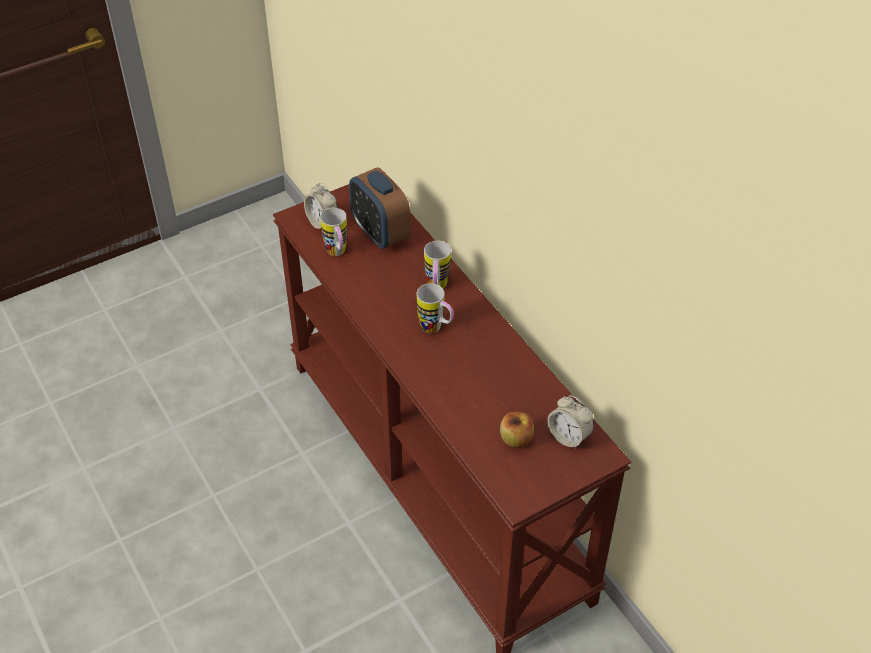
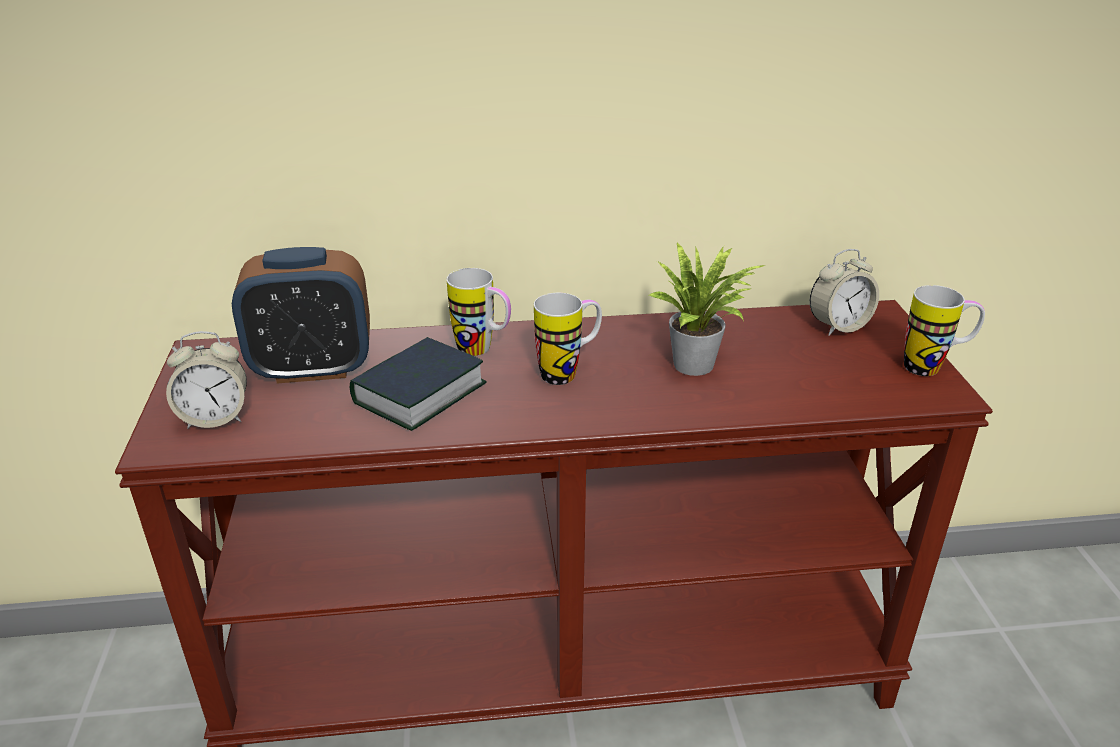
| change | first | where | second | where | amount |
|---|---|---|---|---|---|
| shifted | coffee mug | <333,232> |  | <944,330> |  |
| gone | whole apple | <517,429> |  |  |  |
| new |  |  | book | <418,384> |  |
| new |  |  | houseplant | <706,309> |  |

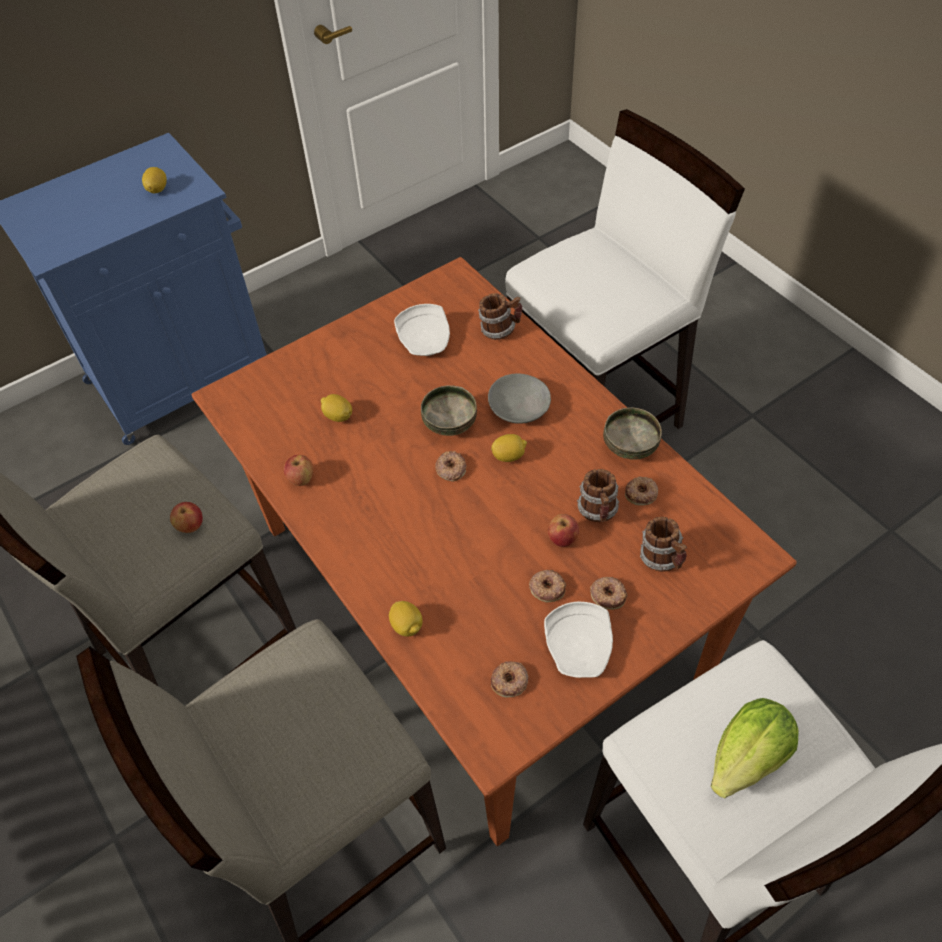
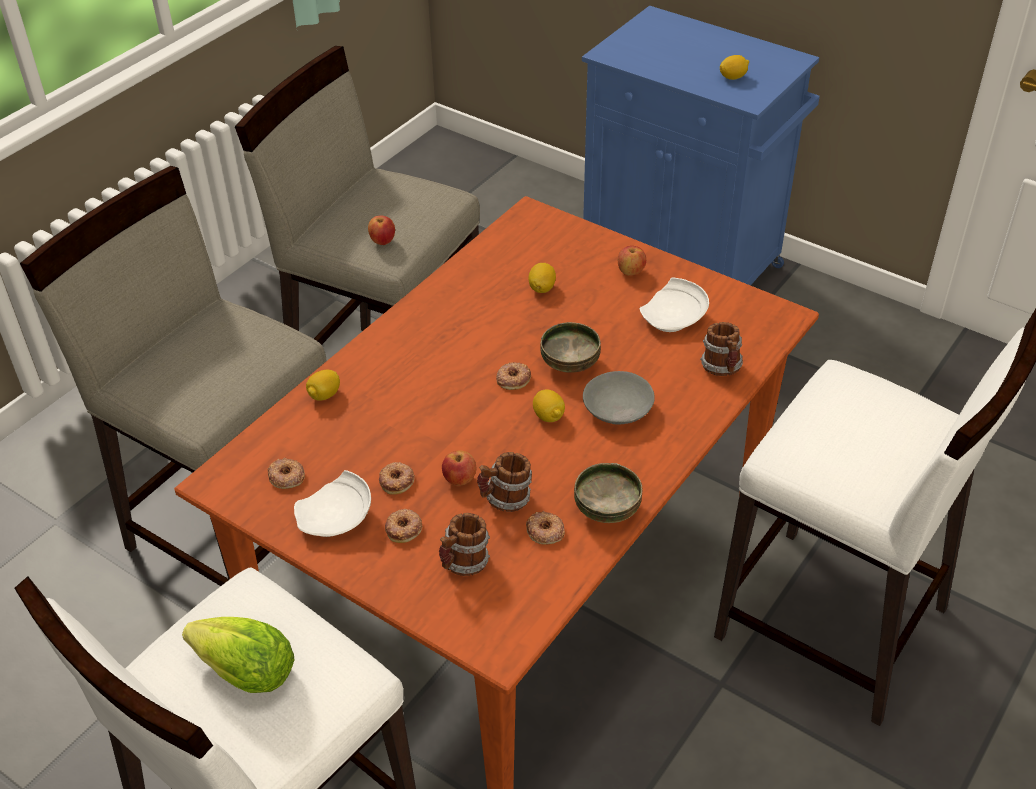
| change | first | where | second | where | amount |
|---|---|---|---|---|---|
| shifted | whole apple | <298,470> |  | <632,261> |  |

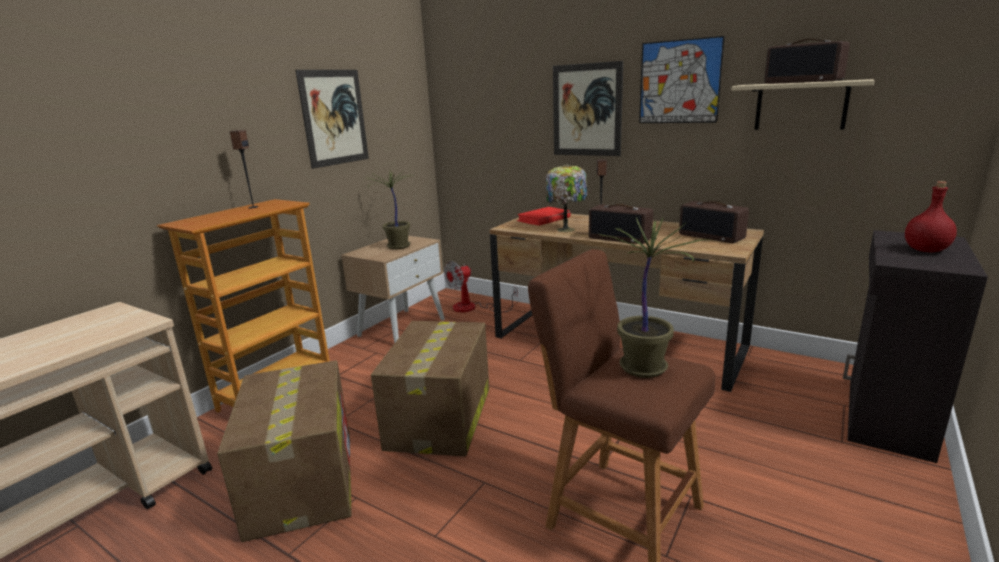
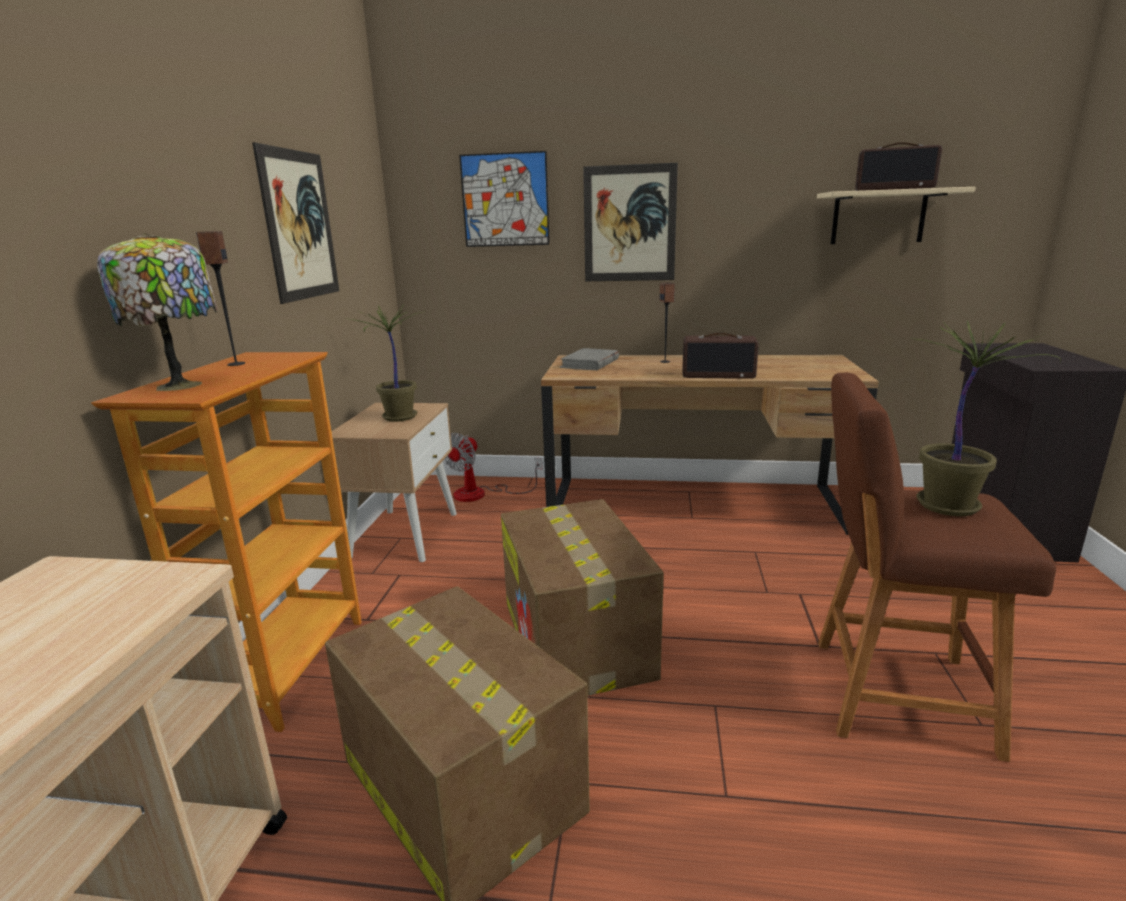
| change | first | where | second | where | amount |
|---|---|---|---|---|---|
| repainted | red book | <544,216> | grey book | <589,359> |  |
| shifted | lamp for a table | <566,198> |  | <157,312> |  |
| shifted | wall picture | <682,79> |  | <504,199> |  |
| gone | radio receiver | <714,222> |  |  |  |
| gone | red beverage bottle | <931,217> |  |  |  |

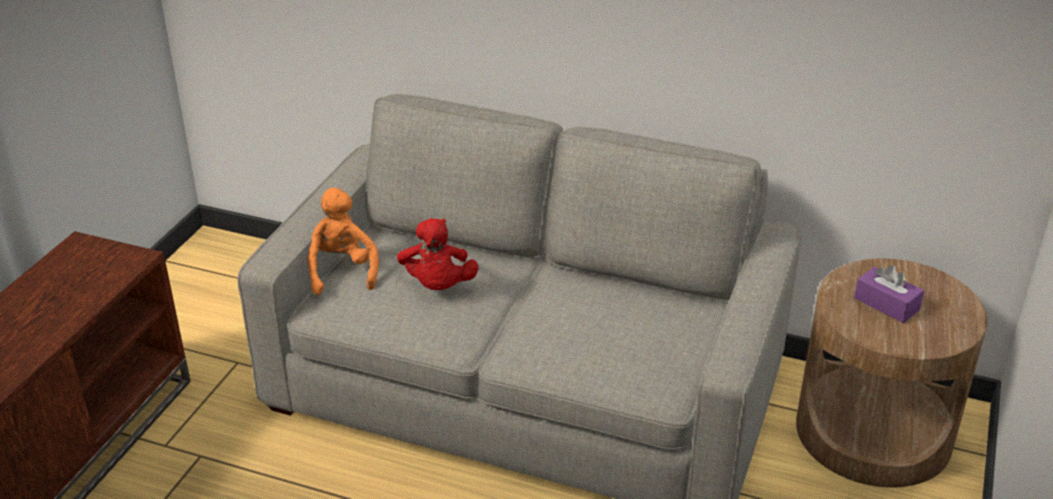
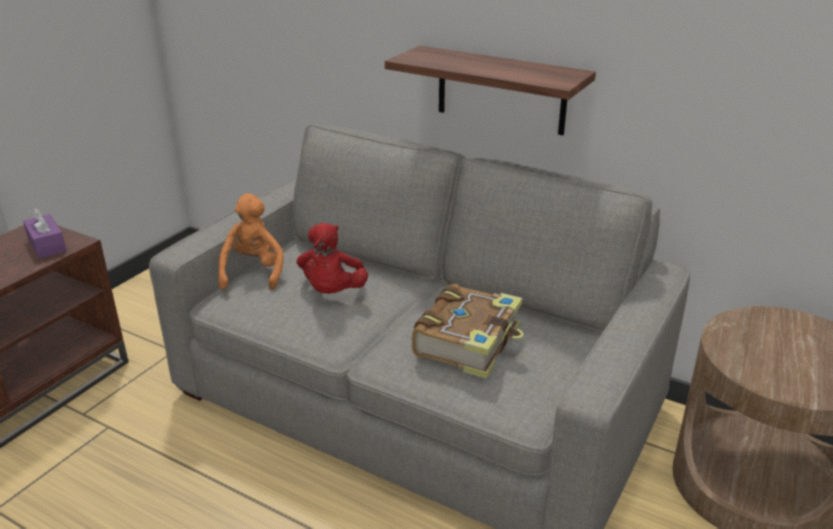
| change | first | where | second | where | amount |
|---|---|---|---|---|---|
| shifted | purple-coloured box of tissues | <889,294> |  | <45,233> |  |
| new |  |  | shelf | <490,90> |  |
| new |  |  | book | <468,331> |  |

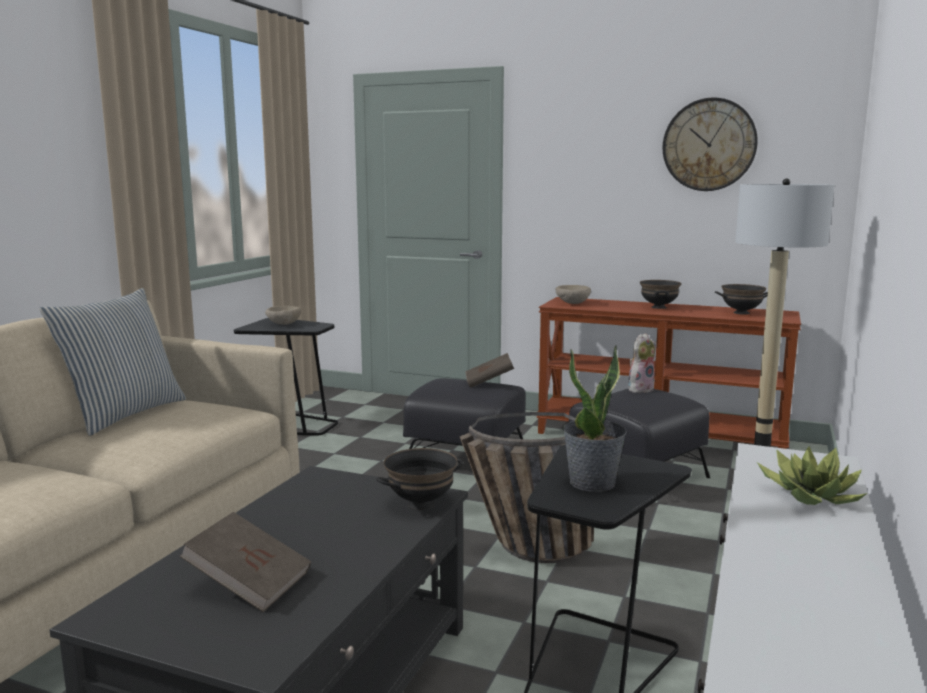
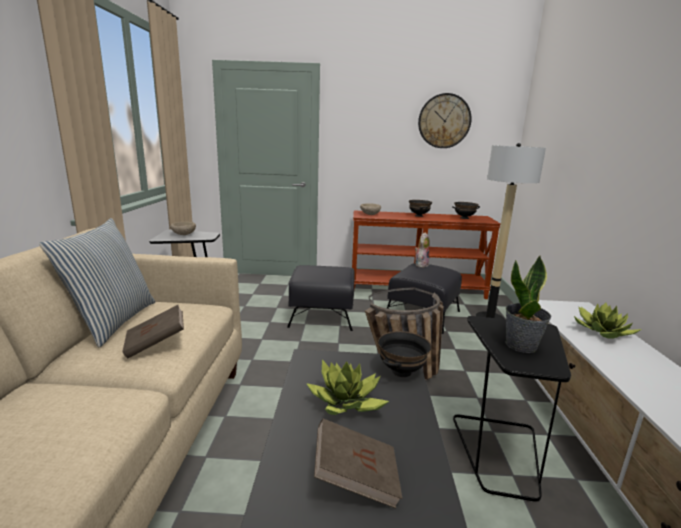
| change | first | where | second | where | amount |
|---|---|---|---|---|---|
| shifted | brown-coloured book | <489,370> |  | <153,331> |  |
| new |  |  | houseplant | <347,387> |  |

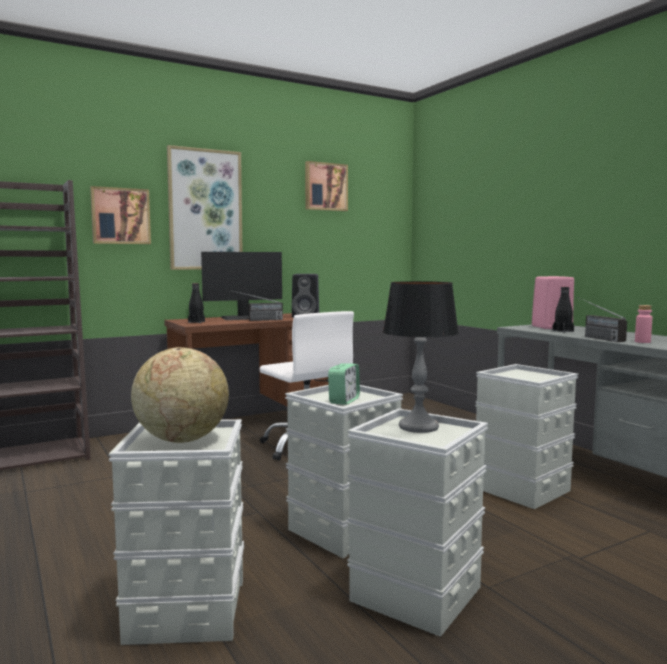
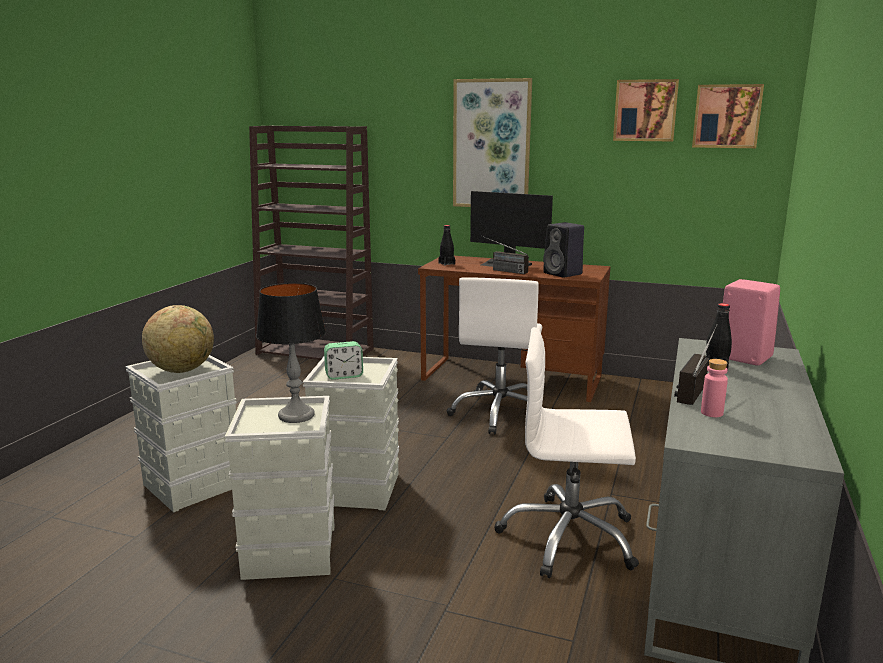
| change | first | where | second | where | amount |
|---|---|---|---|---|---|
| shifted | wall picture | <120,215> |  | <728,116> |  |
| swapped | grey storage bin | <526,436> | white computer chair | <566,452> |  |

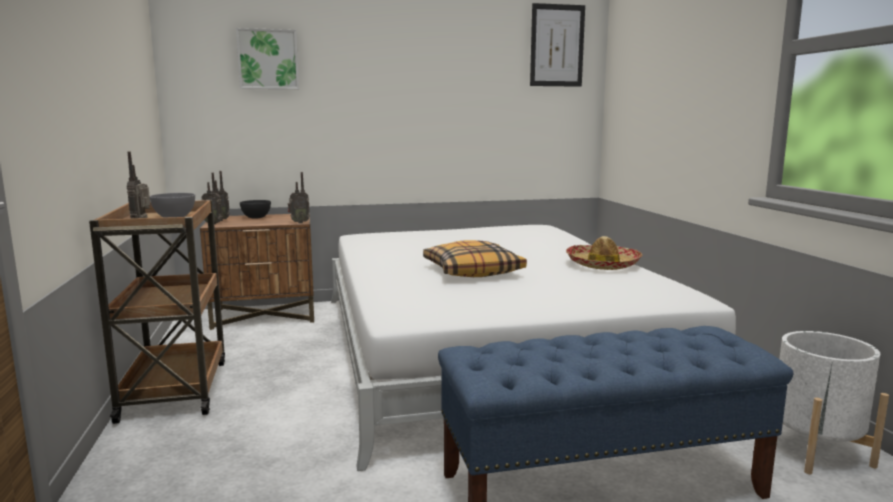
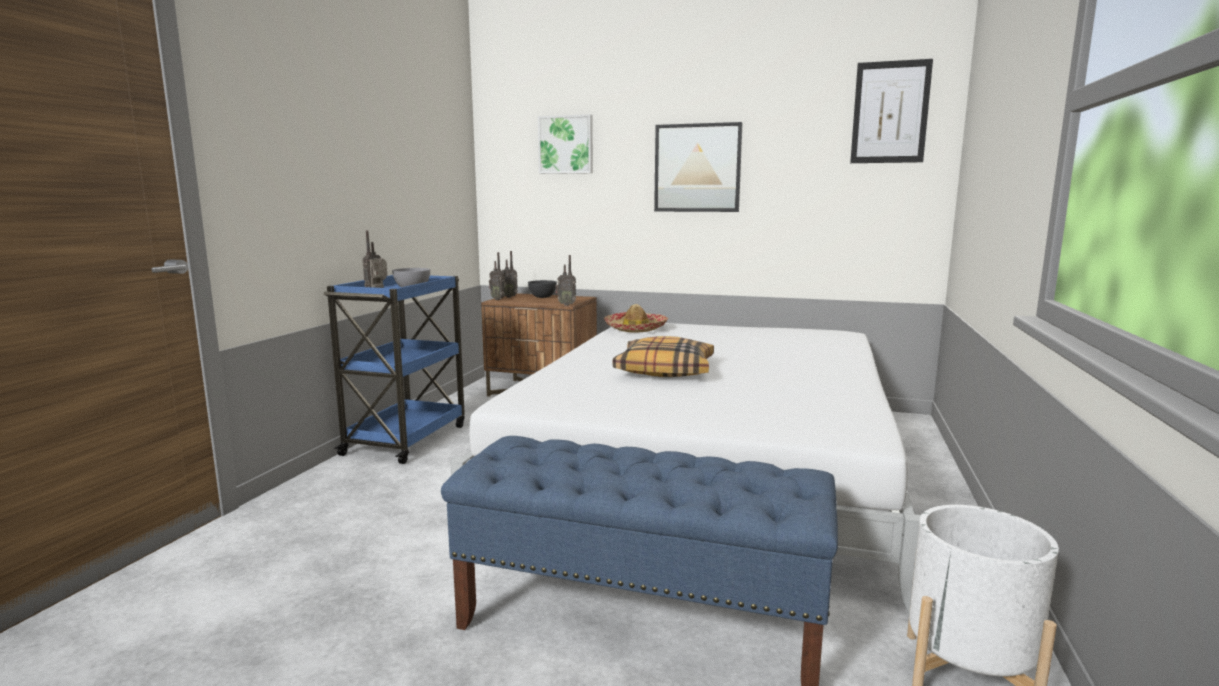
| change | first | where | second | where | amount |
|---|---|---|---|---|---|
| repainted | brown-coloured trolley | <157,312> | blue trolley | <394,369> |  |
| shifted | hat | <604,253> |  | <636,318> |  |
| new |  |  | wall picture | <698,167> |  |

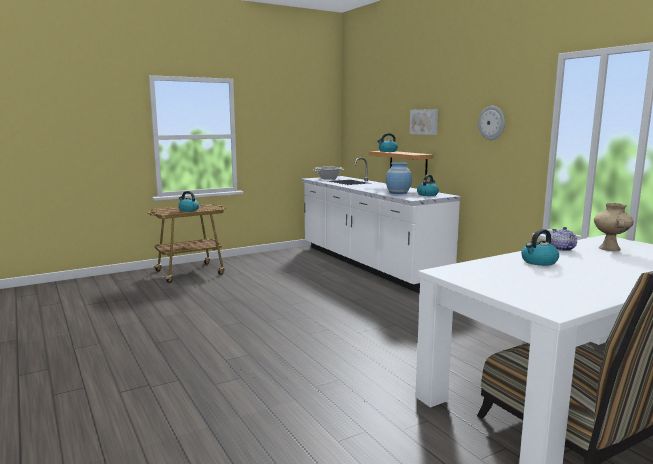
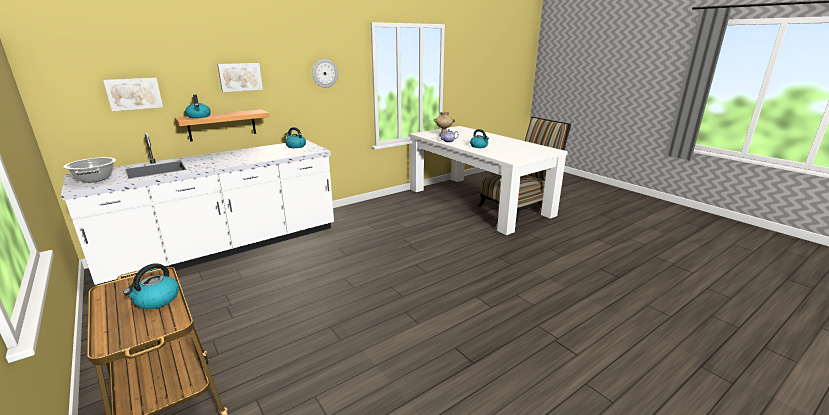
| change | first | where | second | where | amount |
|---|---|---|---|---|---|
| gone | blue flower vase | <399,178> |  |  |  |
| new |  |  | wall picture | <133,94> |  |

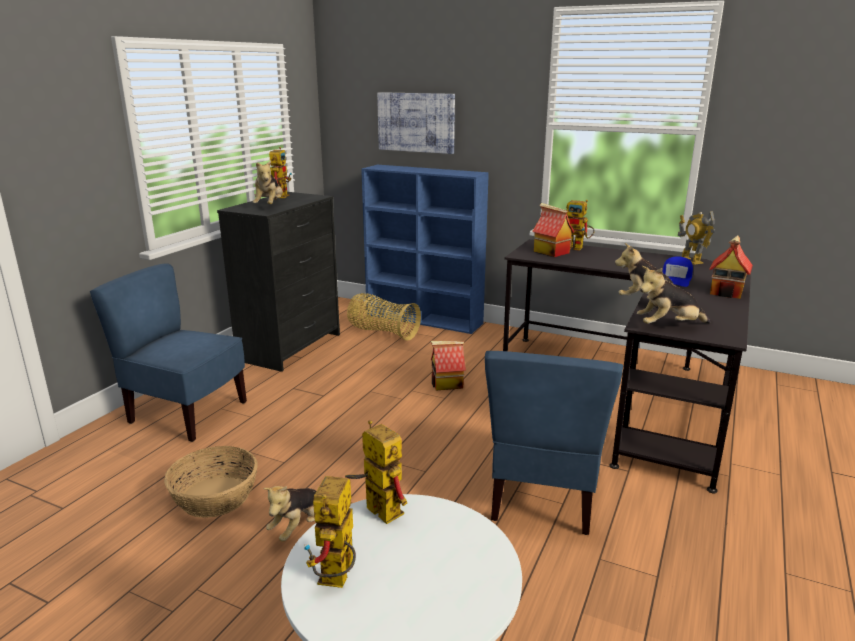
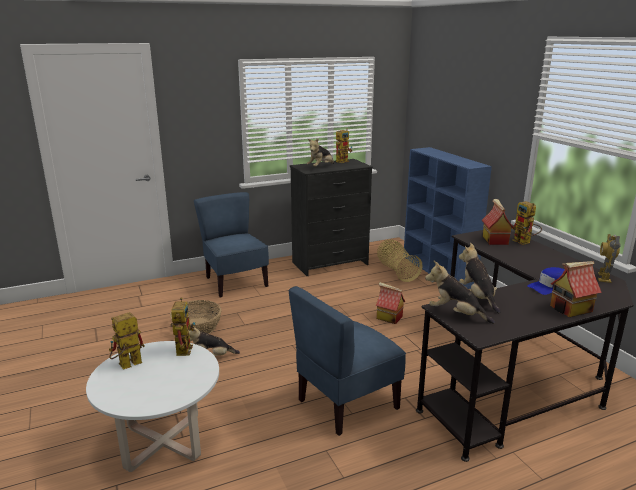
| change | first | where | second | where | amount |
|---|---|---|---|---|---|
| gone | wall picture | <416,123> |  |  |  |

